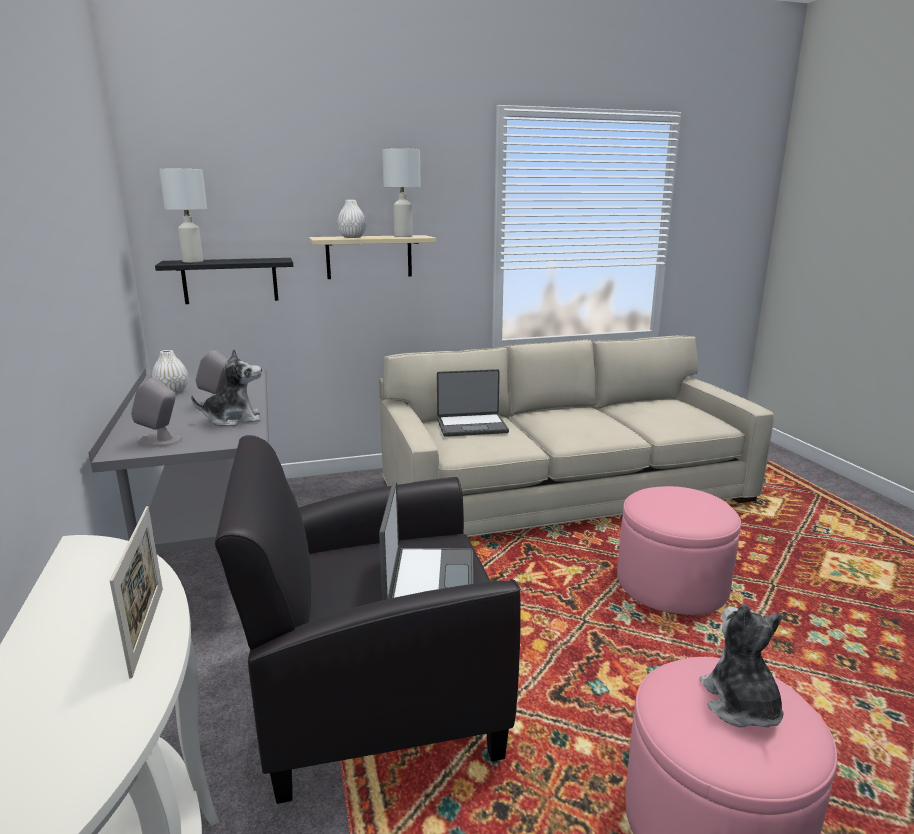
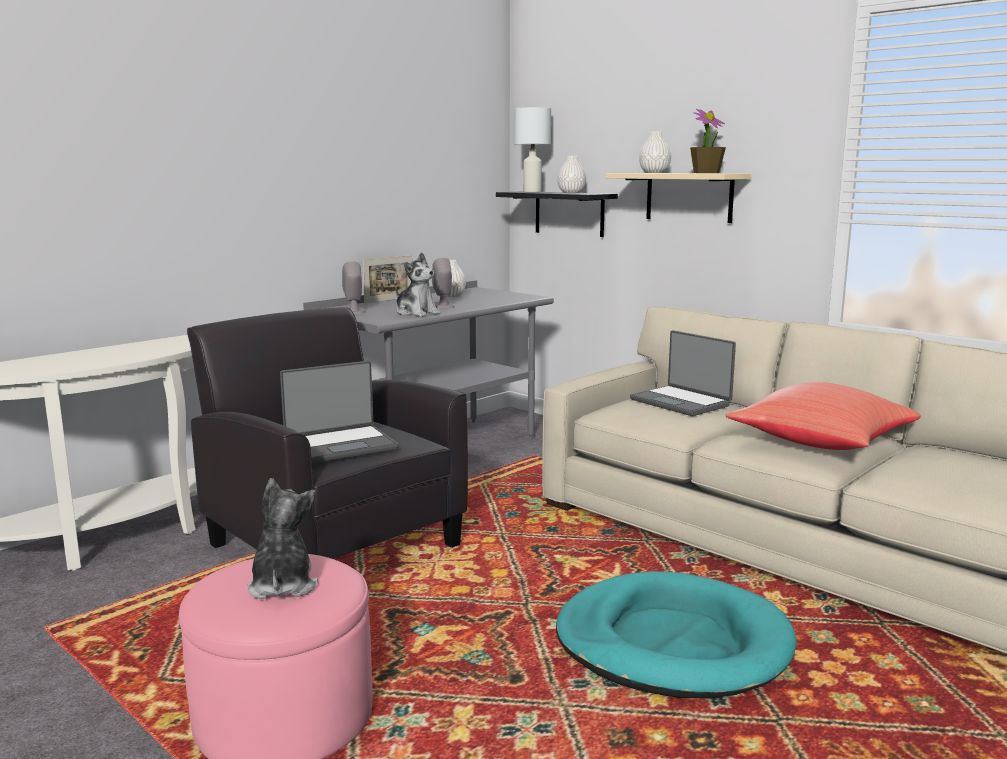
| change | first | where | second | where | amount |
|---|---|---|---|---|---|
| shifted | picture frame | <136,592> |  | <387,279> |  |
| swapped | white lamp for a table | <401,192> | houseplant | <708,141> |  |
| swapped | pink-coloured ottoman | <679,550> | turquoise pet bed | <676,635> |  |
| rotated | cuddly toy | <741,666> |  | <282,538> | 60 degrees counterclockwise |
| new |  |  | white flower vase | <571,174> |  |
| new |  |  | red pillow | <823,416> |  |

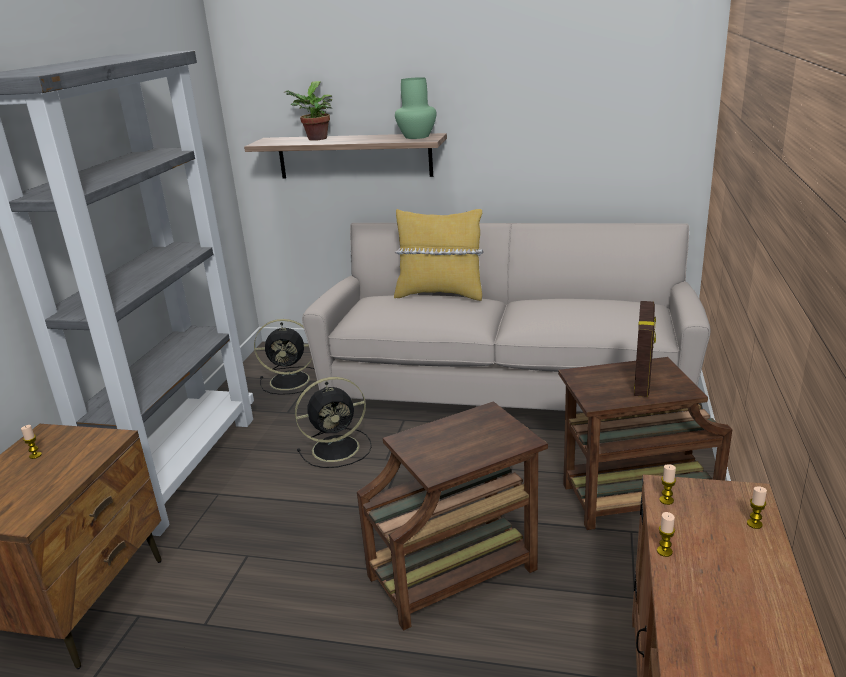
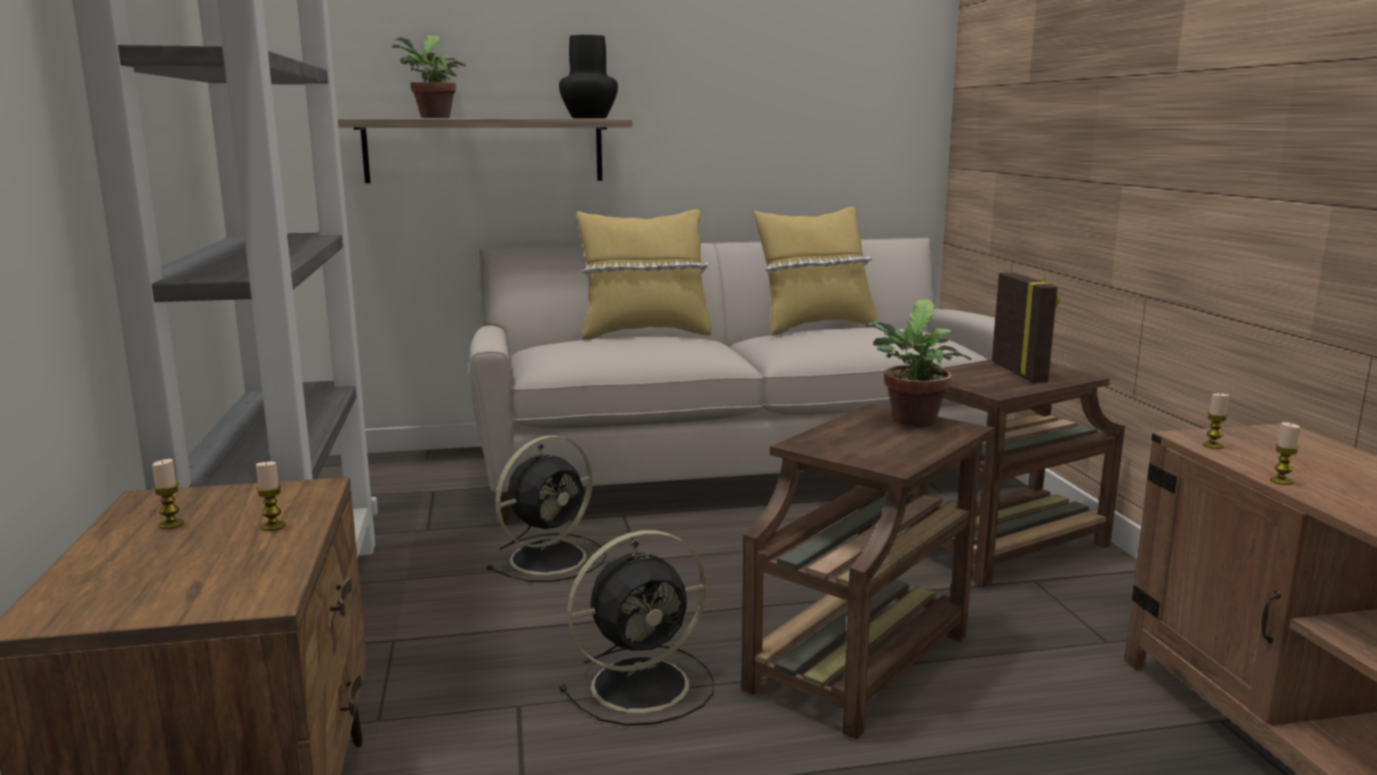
| change | first | where | second | where | amount |
|---|---|---|---|---|---|
| shifted | blackish cooling fan | <284,357> |  | <636,628> |  |
| repainted | green-coloured flower vase | <415,108> | blackish flower vase | <588,76> |  |
| shifted | wax candle | <757,507> |  | <270,496> |  |
| new |  |  | yellow-coloured pillow | <815,271> |  |
| new |  |  | houseplant | <917,363> |  |

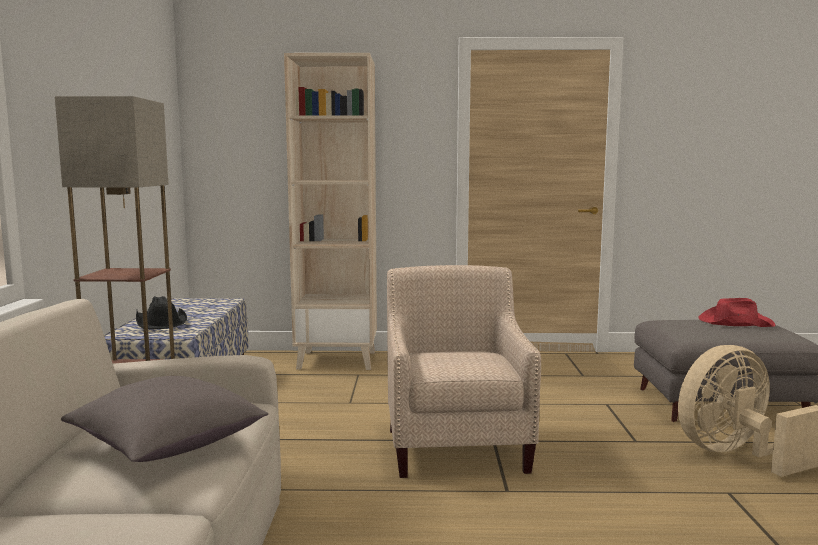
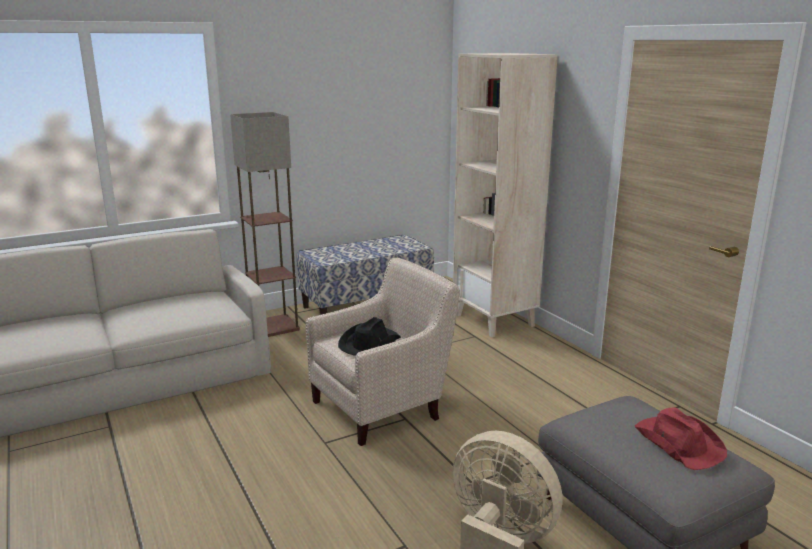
| change | first | where | second | where | amount |
|---|---|---|---|---|---|
| gone | grey pillow | <164,419> |  |  |  |
| shifted | blackish hat | <161,312> |  | <369,336> |  |

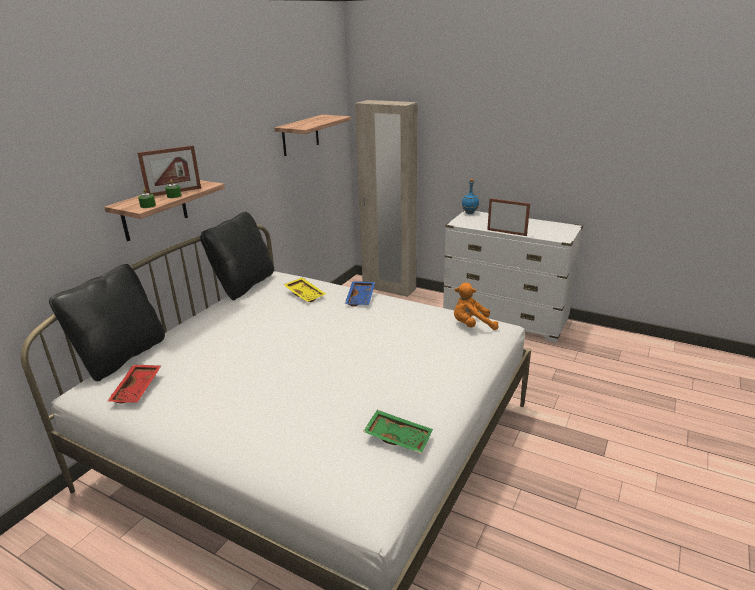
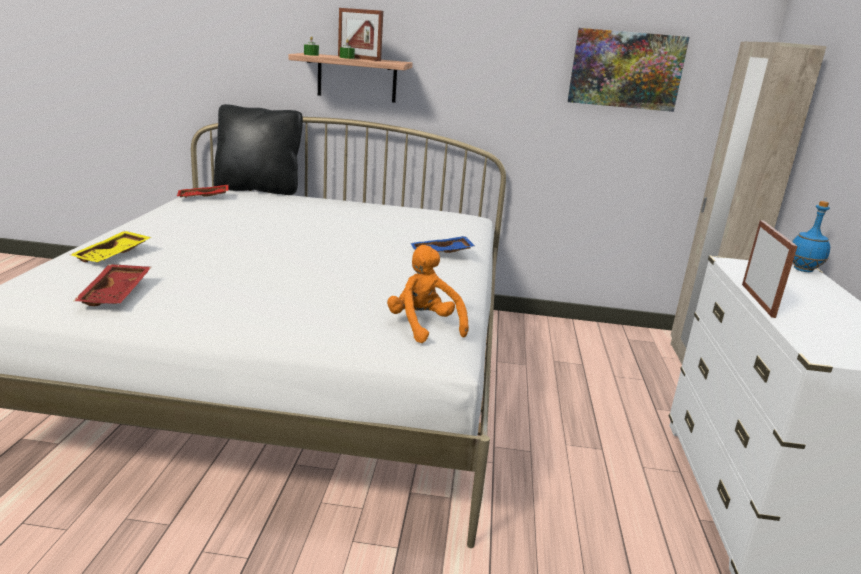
| change | first | where | second | where | amount |
|---|---|---|---|---|---|
| gone | blackish pillow | <237,256> |  |  |  |
| swapped | shelf | <312,135> | wall picture | <628,70> |  |
| shifted | yellow-coloured carrying tray | <305,289> |  | <111,246> |  |
| repainted | green-coloured carrying tray | <398,432> | red carrying tray | <112,285> |  |

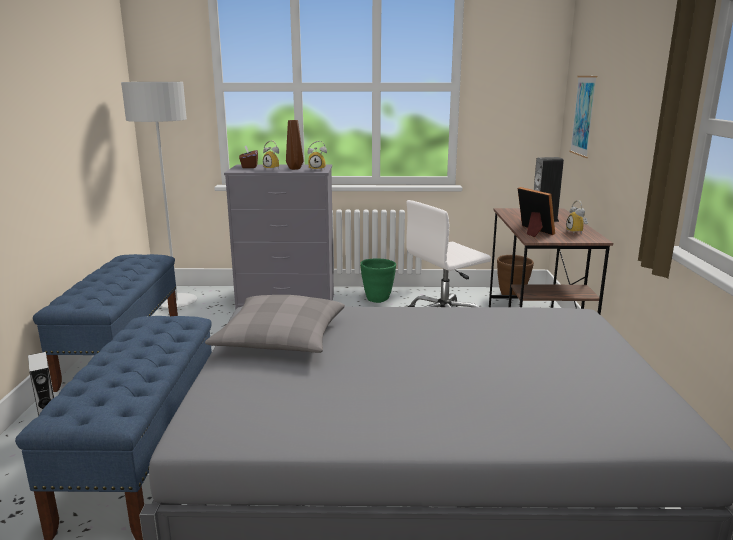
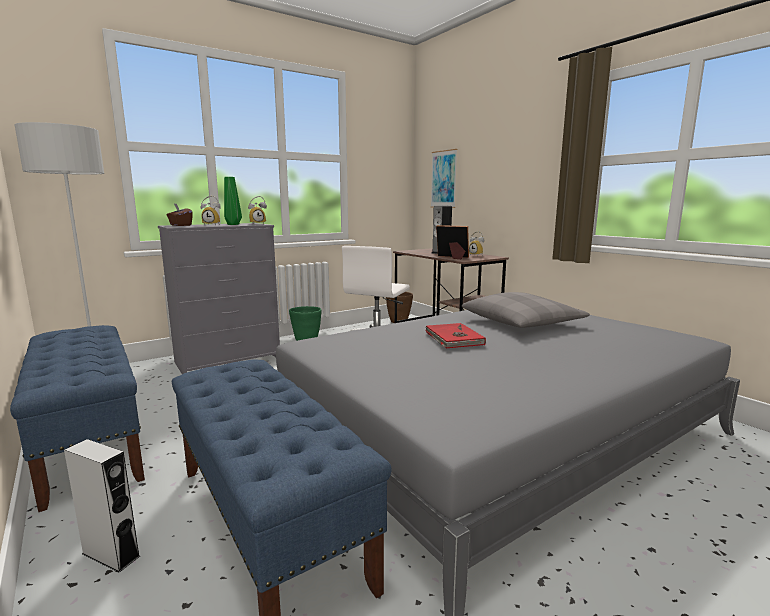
| change | first | where | second | where | amount |
|---|---|---|---|---|---|
| shifted | grey pillow | <275,324> |  | <526,310> |  |
| repainted | brown-coloured flower vase | <295,145> | green-coloured flower vase | <233,201> |  |
| new |  |  | red book | <455,335> |  |

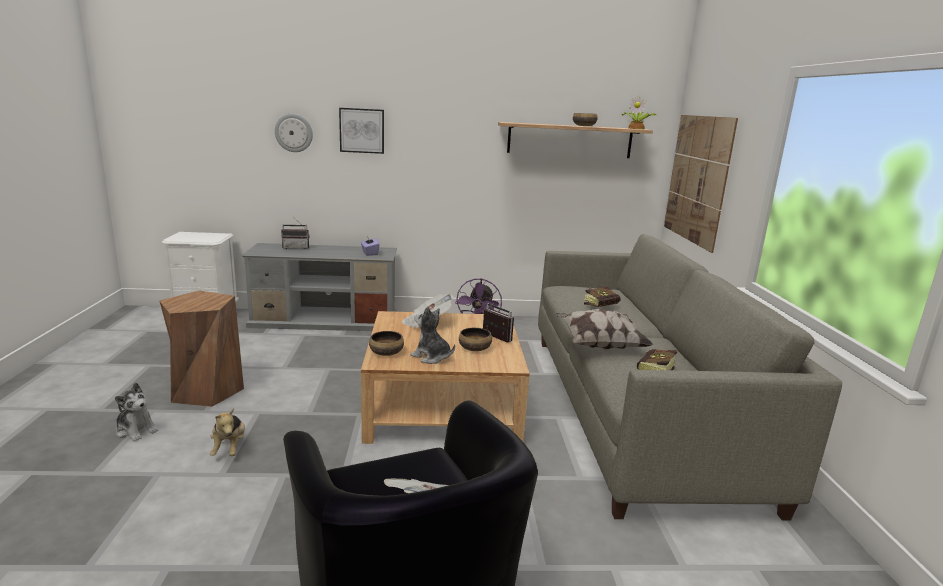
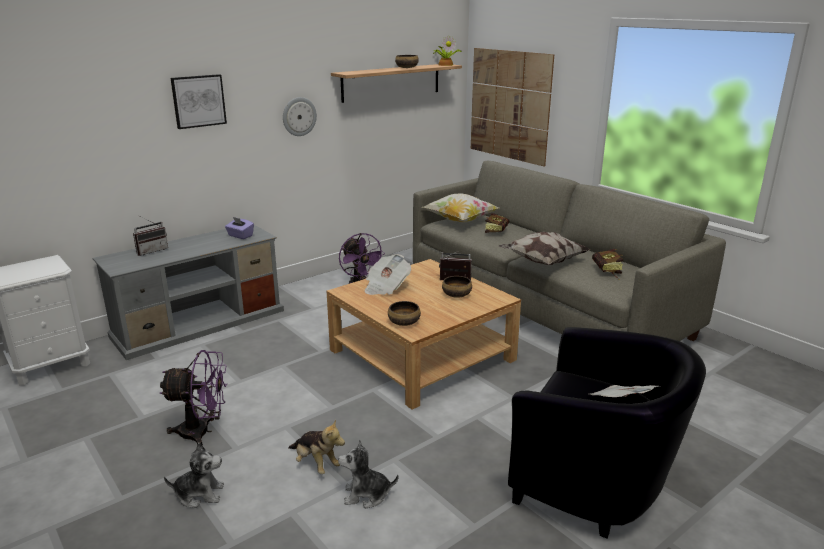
| change | first | where | second | where | amount |
|---|---|---|---|---|---|
| swapped | brown-coloured stool | <201,348> | purple-coloured cooling fan | <193,397> |  |
| shifted | clock on the wall | <294,133> |  | <300,116> |  |
| shifted | cuddly toy | <432,335> |  | <368,474> |  |
| new |  |  | pillow | <461,207> |  |

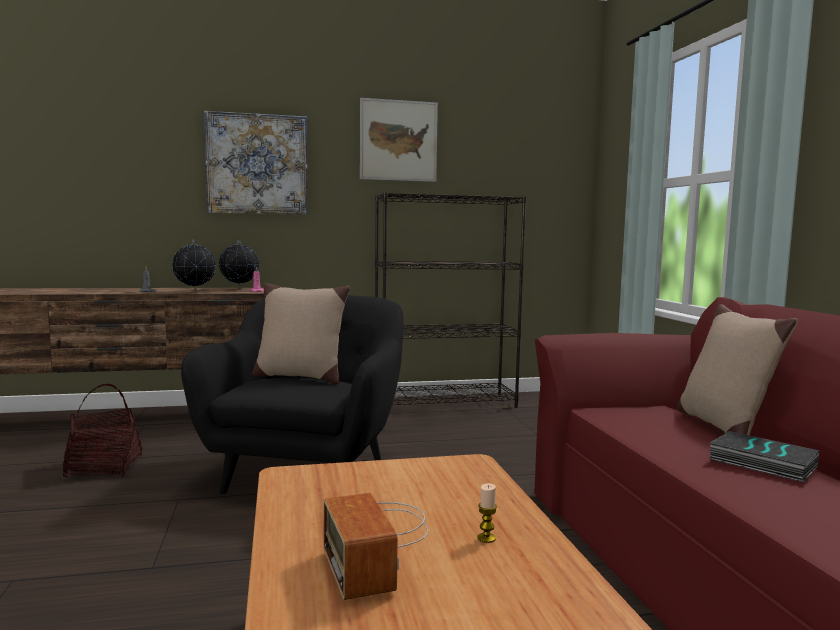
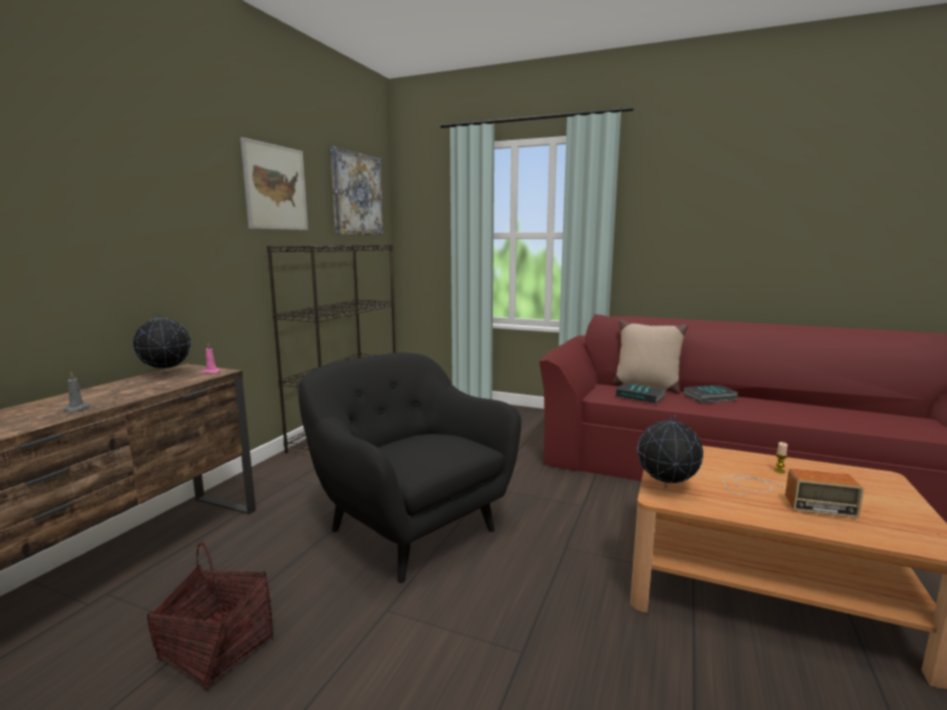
| change | first | where | second | where | amount |
|---|---|---|---|---|---|
| shifted | globe | <194,266> |  | <670,451> |  |
| shifted | wall picture | <255,163> |  | <357,191> |  |
| gone | sand-coloured pillow | <301,333> |  |  |  |
| new |  |  | book | <641,393> |  |

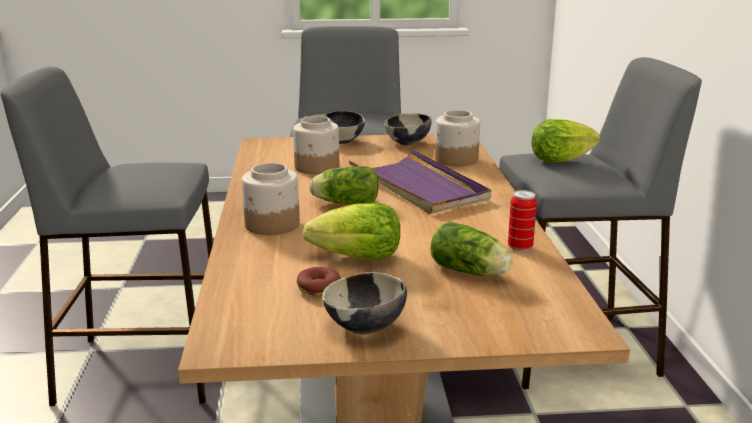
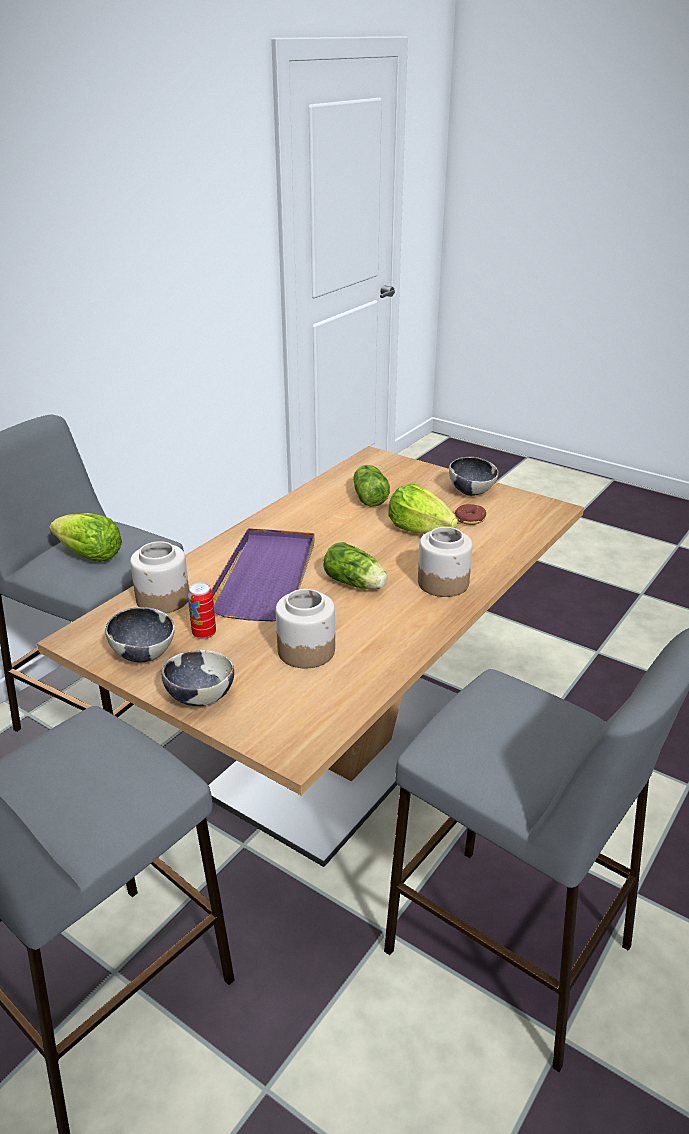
| change | first | where | second | where | amount |
|---|---|---|---|---|---|
| shifted | can | <522,221> |  | <202,610> |  |

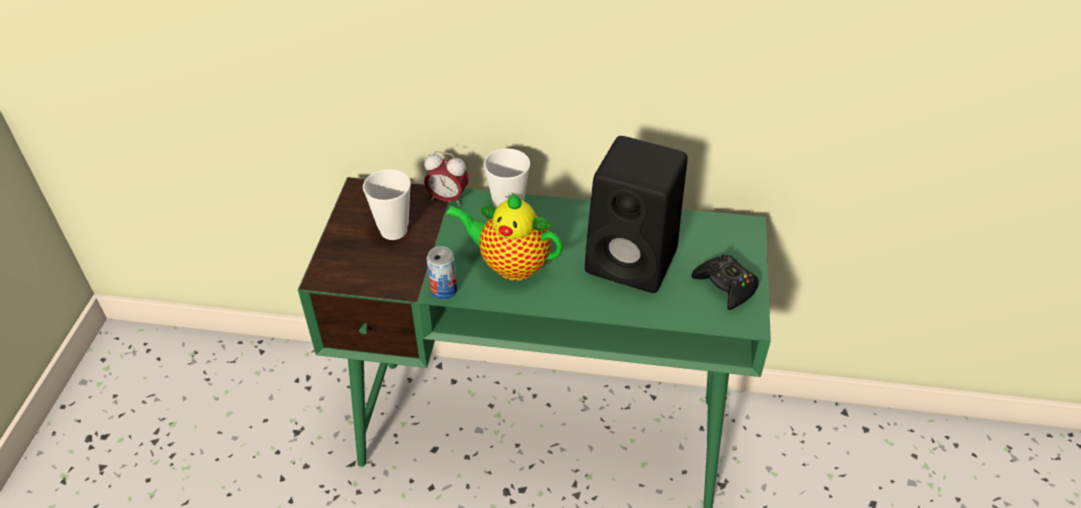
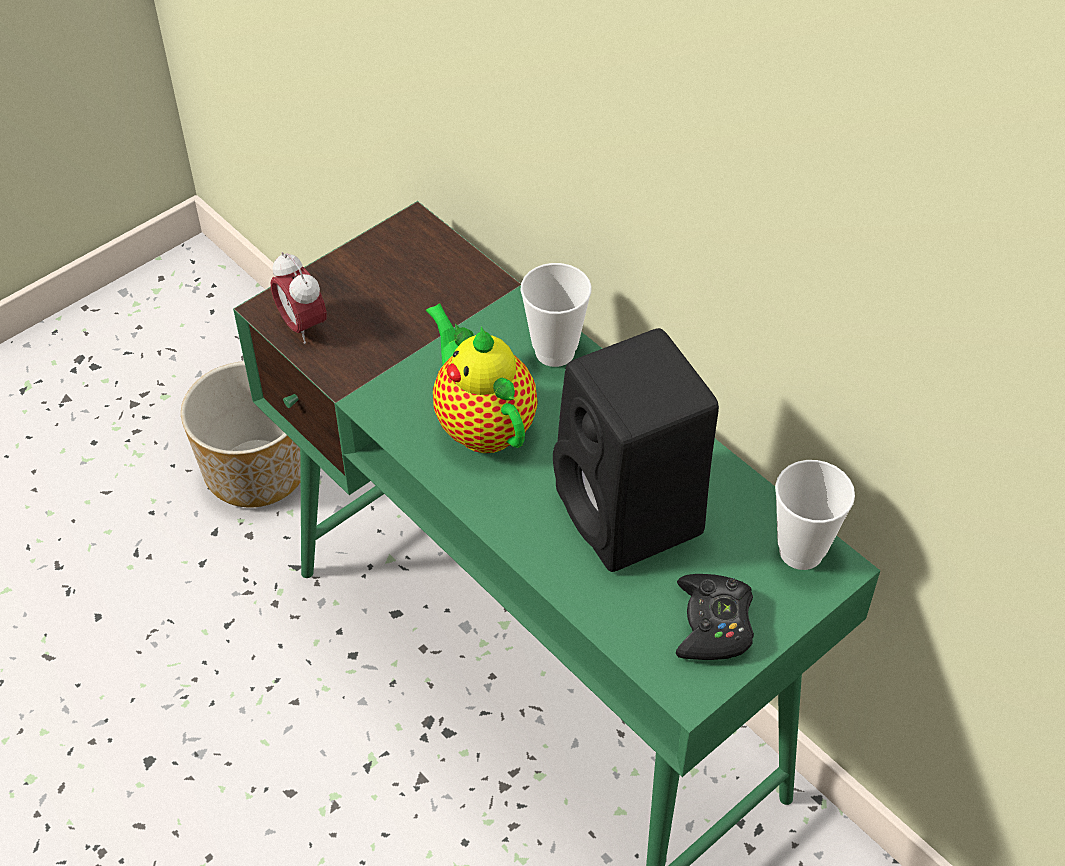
| change | first | where | second | where | amount |
|---|---|---|---|---|---|
| shifted | cup | <387,204> |  | <815,515> |  |
| shifted | bedside clock | <446,178> |  | <299,298> |  |
| gone | can | <441,273> |  |  |  |
| new |  |  | plant pot | <241,434> |  |

